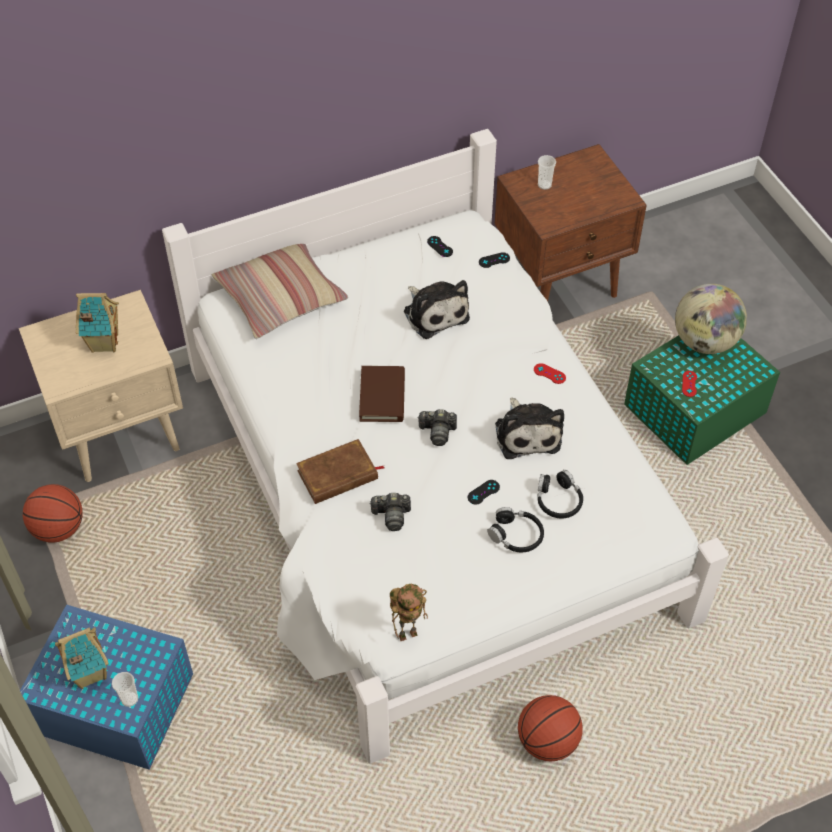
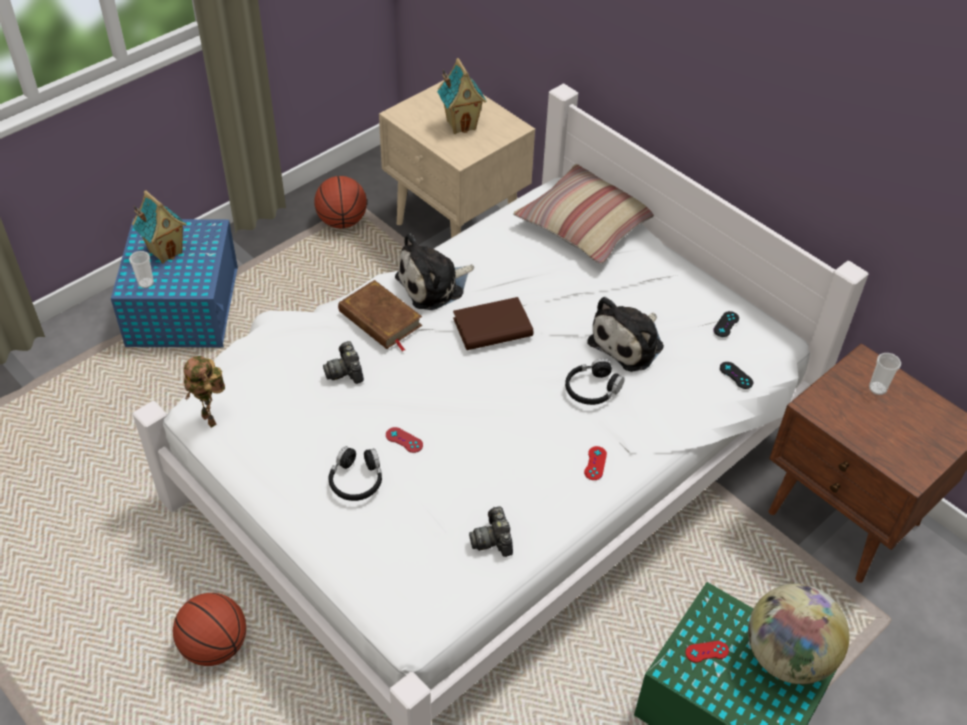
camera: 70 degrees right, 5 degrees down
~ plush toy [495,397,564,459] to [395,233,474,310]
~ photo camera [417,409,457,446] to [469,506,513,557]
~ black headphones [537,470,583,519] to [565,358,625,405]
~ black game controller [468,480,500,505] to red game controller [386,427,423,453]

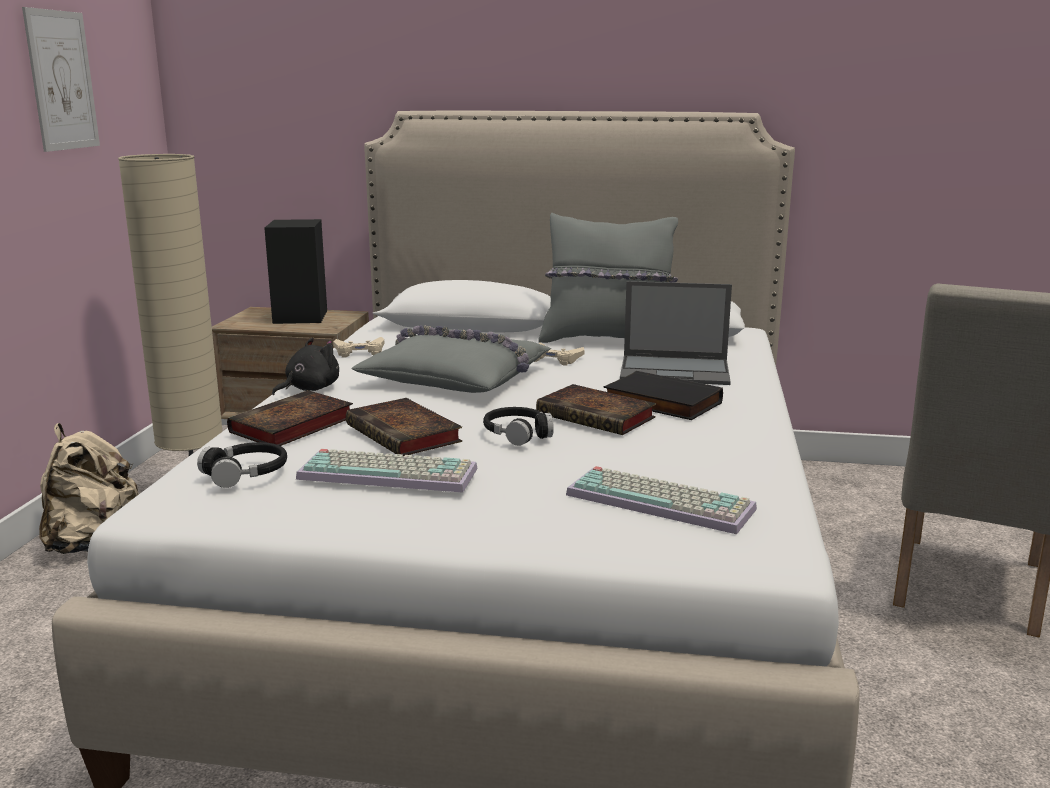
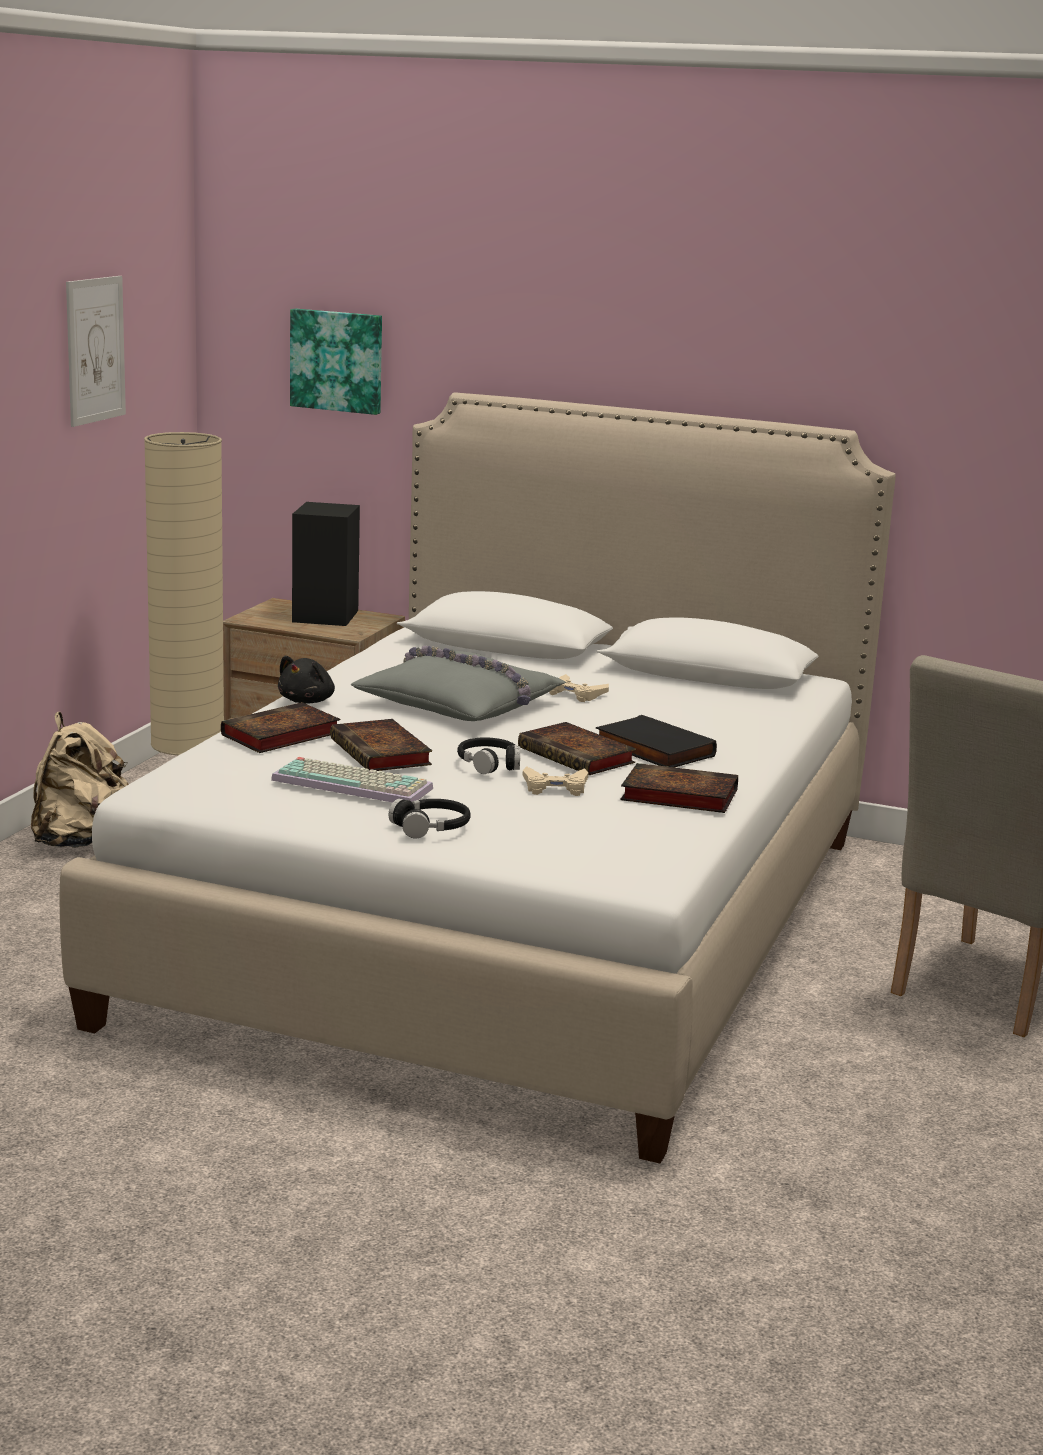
camera: 10 degrees right, 0 degrees up
- grey pillow [538,213,678,343]
- laptop [620,281,732,385]
~ beige game controller [333,337,384,358] to [523,766,588,796]
~ black plush toy [272,338,339,395] = [278,655,335,704] 150 degrees clockwise
~ black headphones [197,442,287,488] to [389,799,471,839]
- keyboard [566,466,757,534]
+ picture [290,309,382,415]
+ book [621,763,738,813]

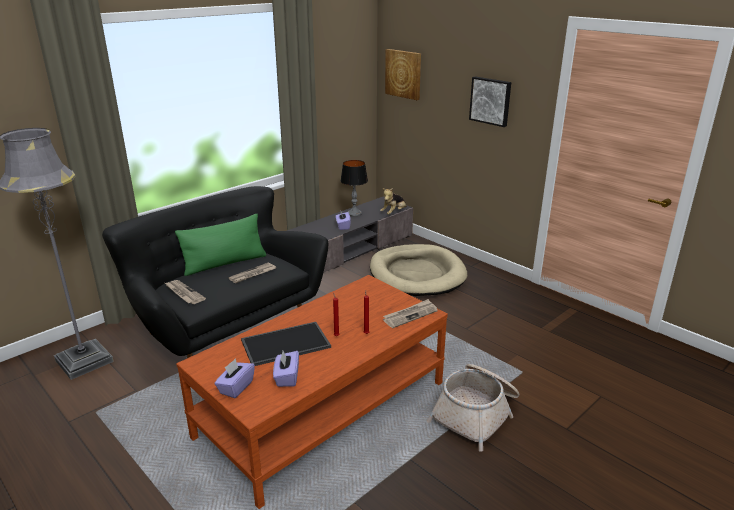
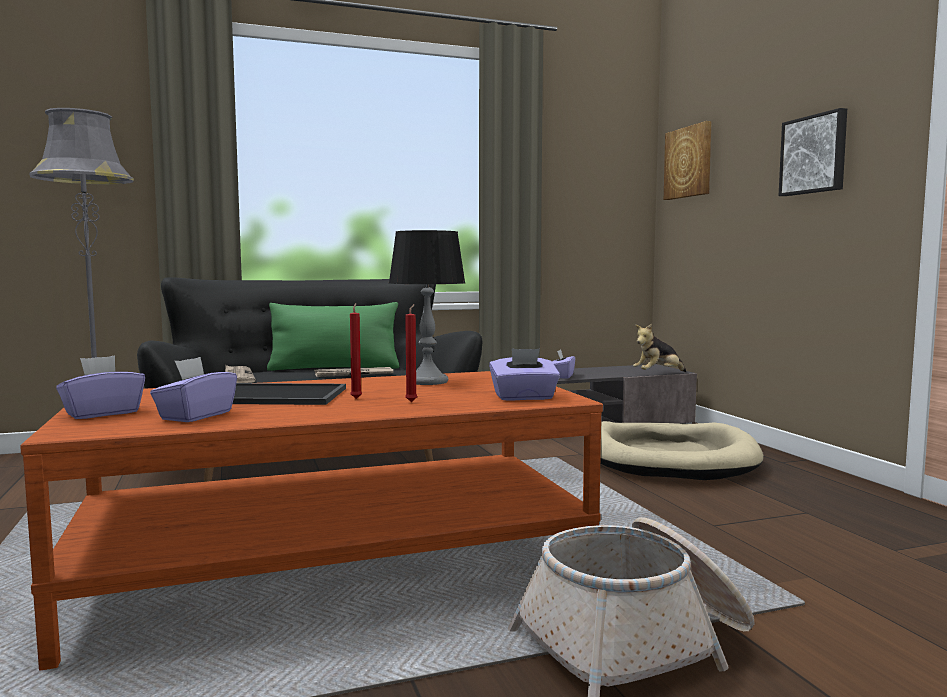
camera: 25 degrees right, 20 degrees down
~ table lamp [340,160,368,217] to [389,230,466,385]
~ newspaper [383,299,438,328] to purple tissue box [489,348,560,401]

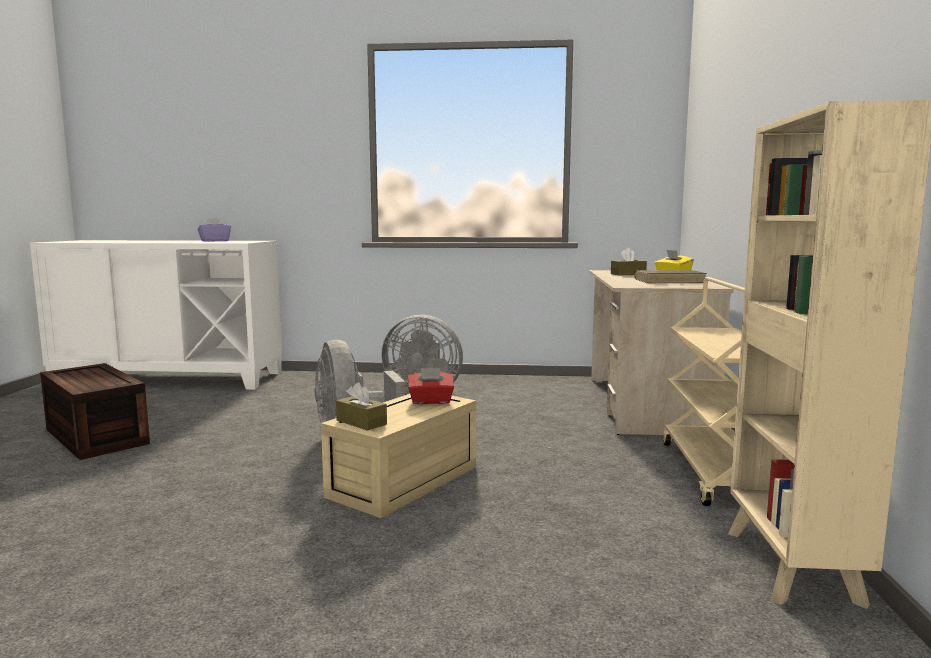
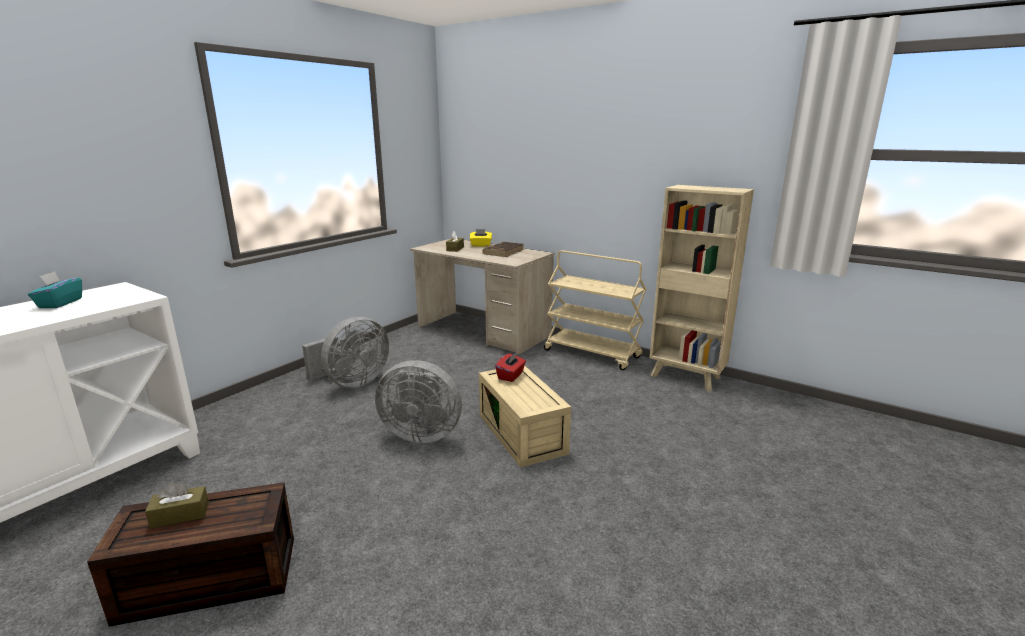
camera: 60 degrees left, 10 degrees up
~ purple tissue box [198,218,231,242] to turquoise tissue box [28,271,82,308]
~ brown tissue box [336,382,387,431] to [145,482,209,528]

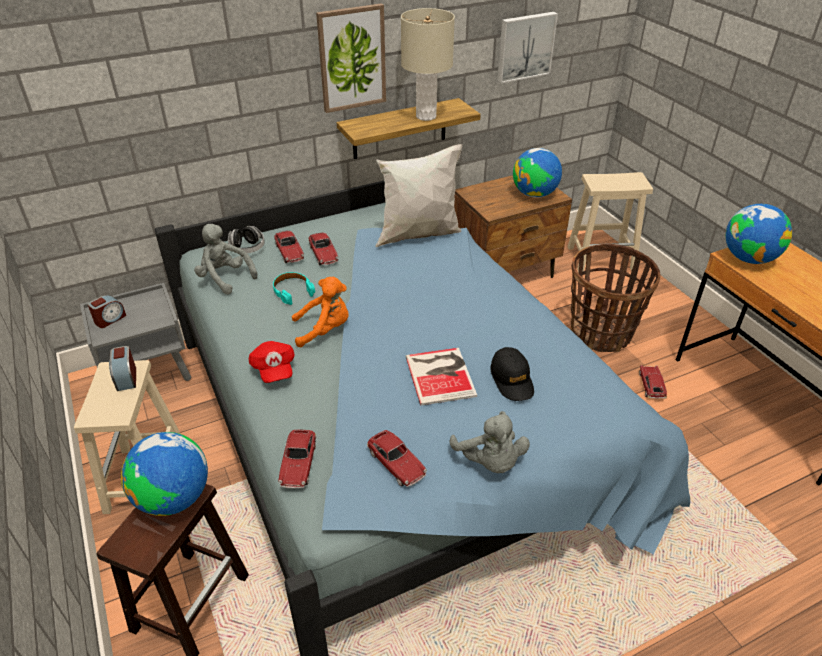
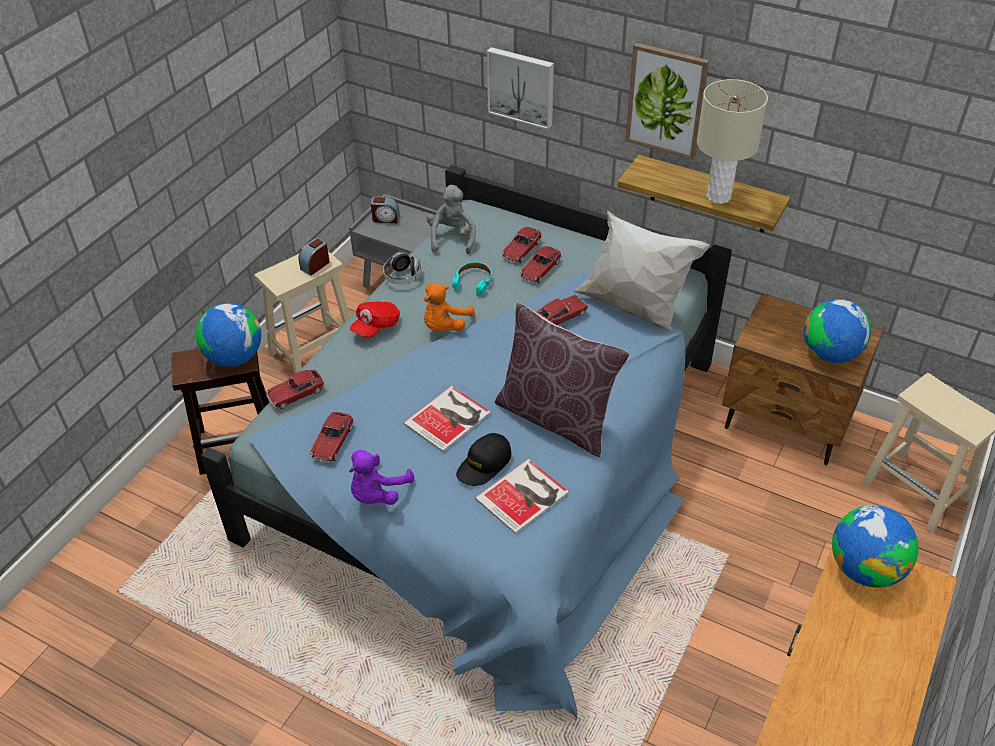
camera: 55 degrees right, 5 degrees up
~ picture [497,12,558,83] to [487,47,554,130]
~ headphones [228,226,265,253] to [383,252,421,284]
- basket [571,244,661,352]
~ orange plush toy [292,277,349,347] = [424,283,475,331] 75 degrees clockwise
~ toy car [639,365,667,399] to [537,295,588,325]
~ grey plush toy [449,411,530,473] to purple plush toy [349,450,414,505]
+ brown pillow [495,303,629,457]
+ book [475,459,569,534]

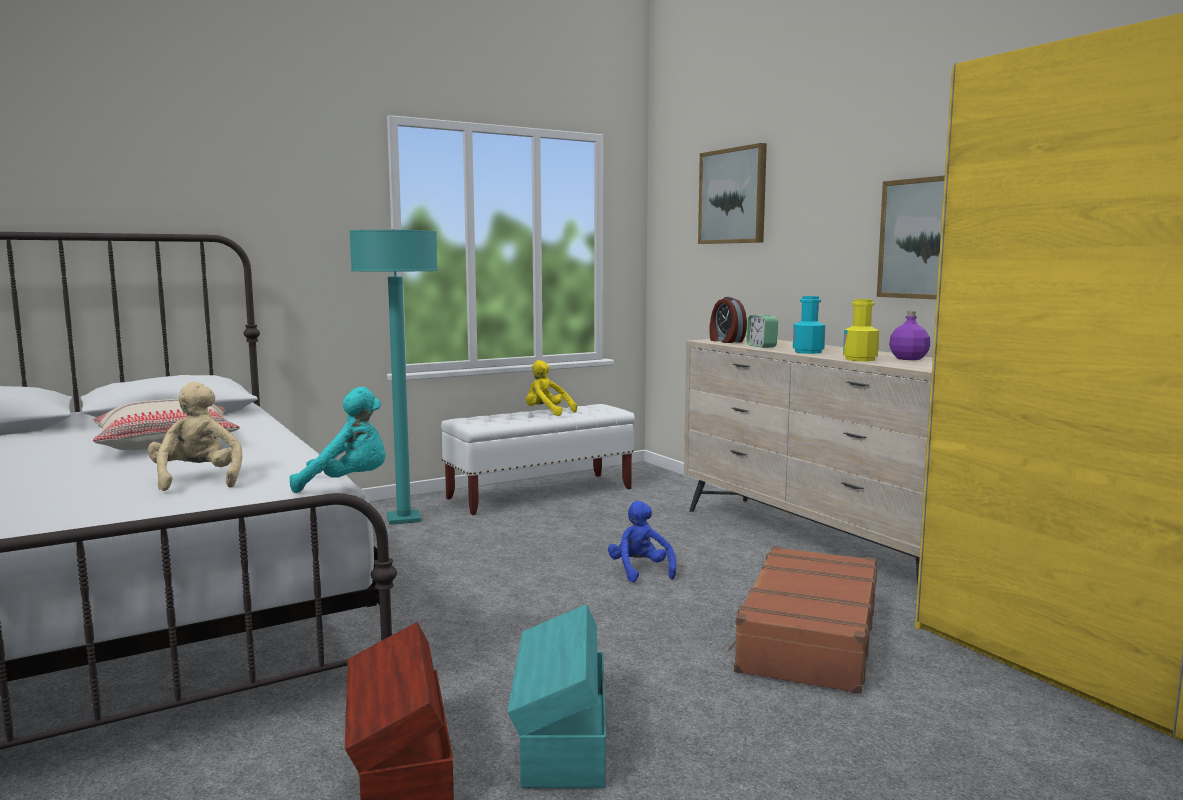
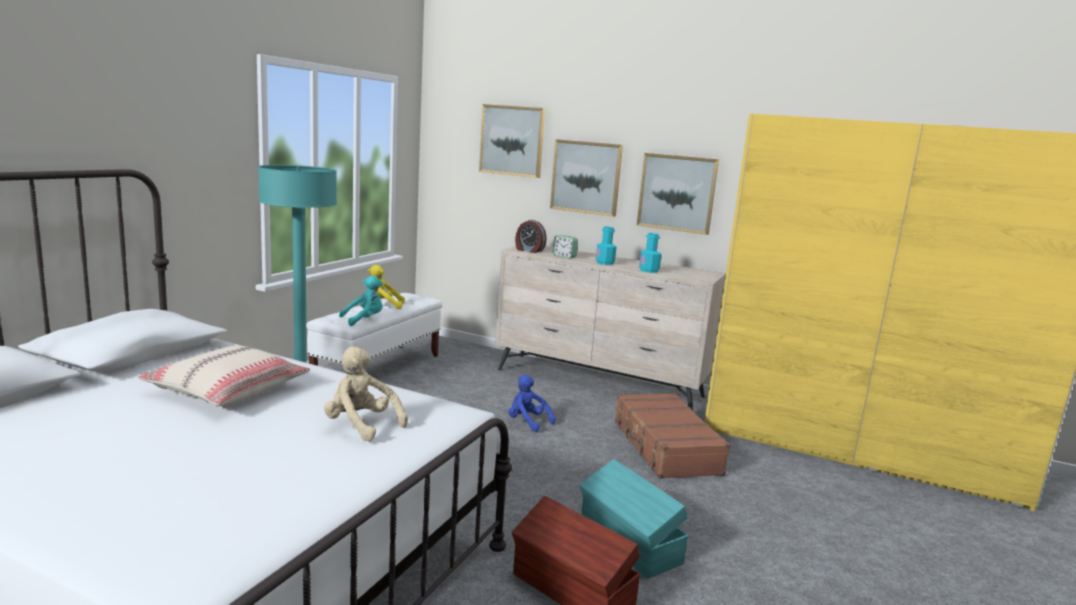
camera: 35 degrees left, 5 degrees up
~ yellow bottle [843,299,879,361] to turquoise bottle [639,233,662,273]
- purple bottle [889,311,930,360]
~ turquoise plush toy [290,387,386,493] to [339,276,383,326]
+ picture [550,139,623,217]

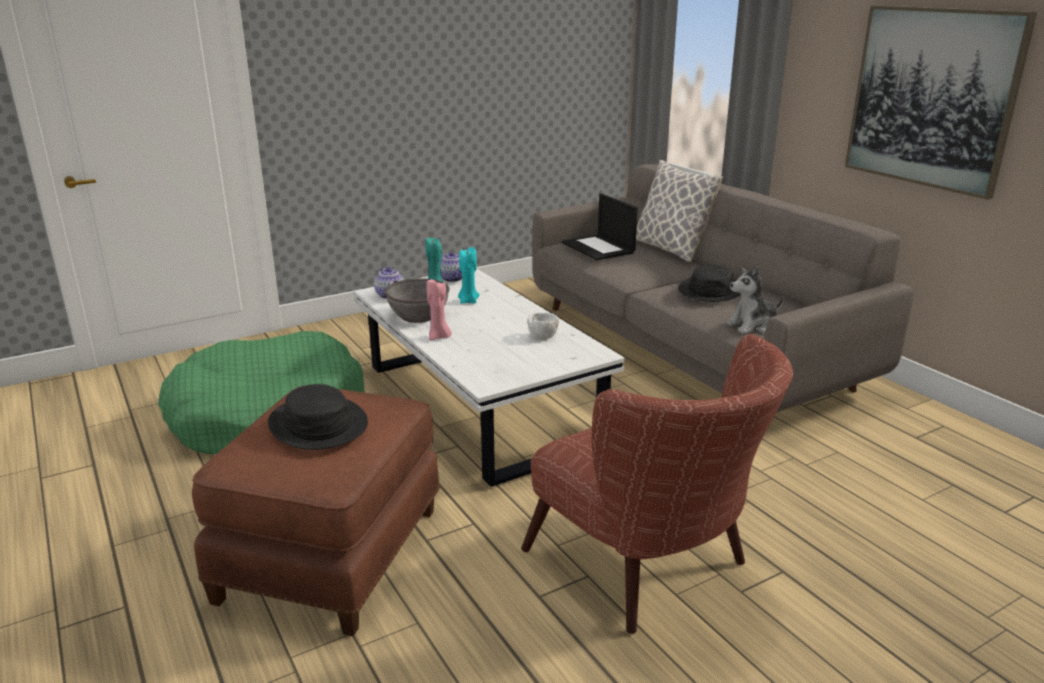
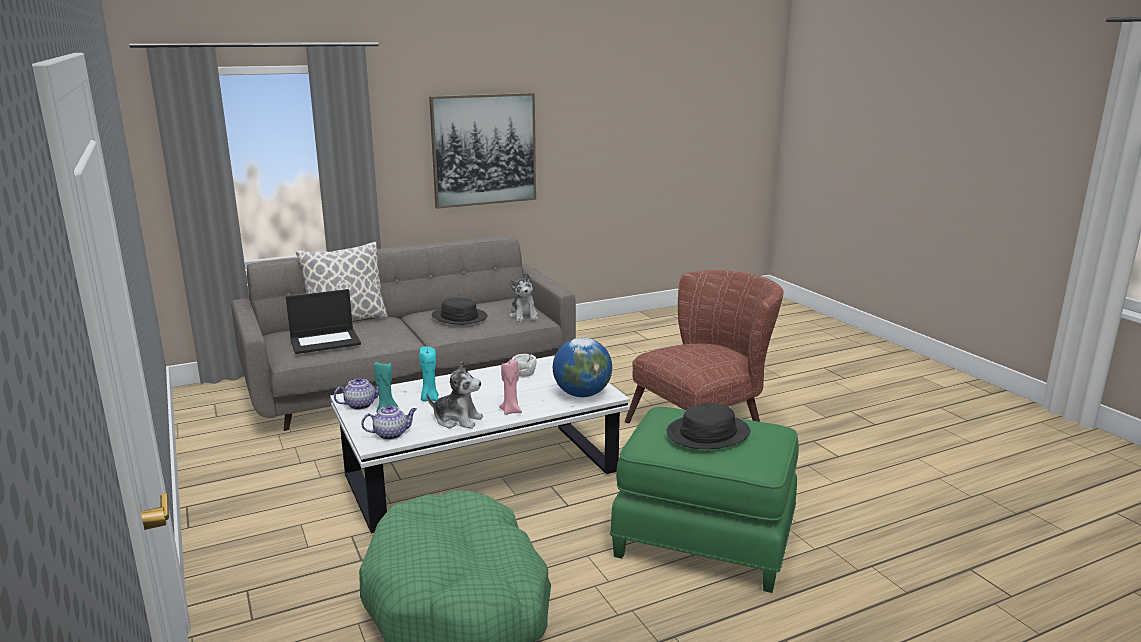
camera: 85 degrees left, 5 degrees down
~ grey bowl [385,278,450,323] to plush toy [427,361,483,429]
~ brown ottoman [192,386,440,636] to green ottoman [610,407,799,593]
+ globe [553,338,612,397]

